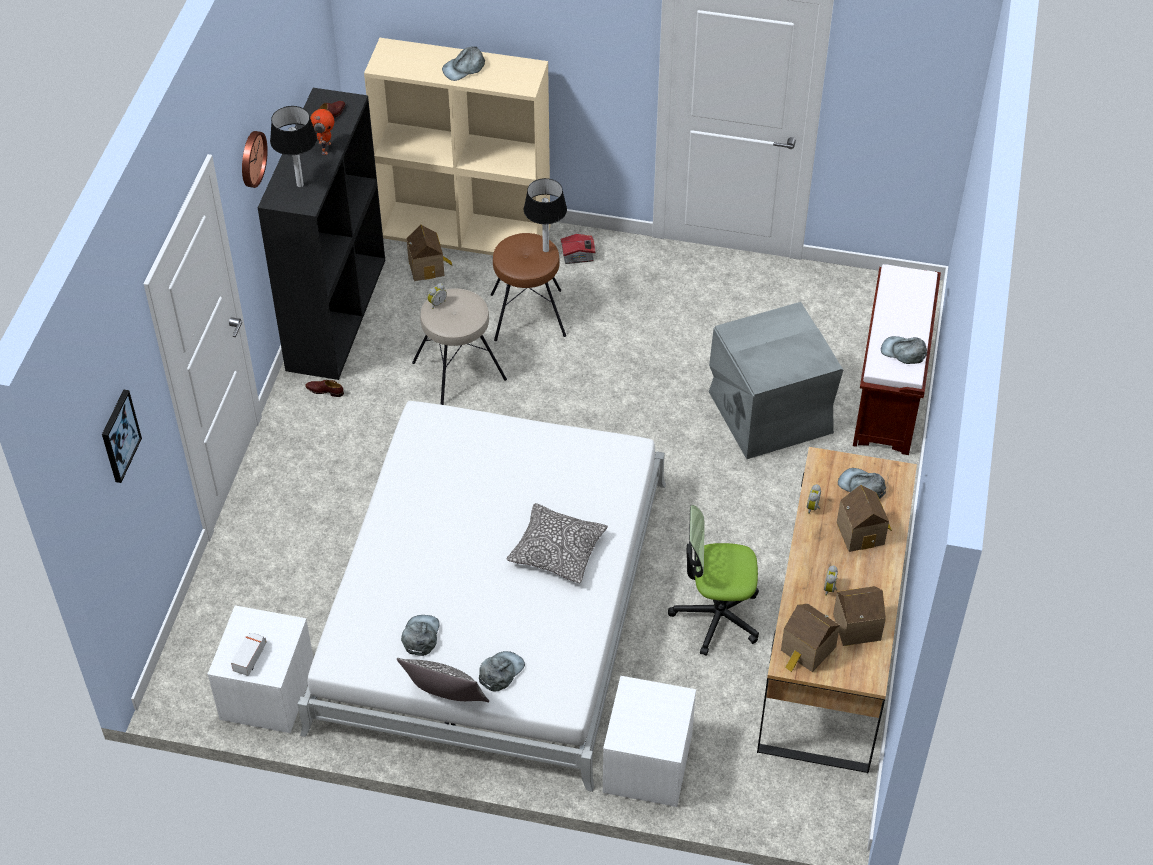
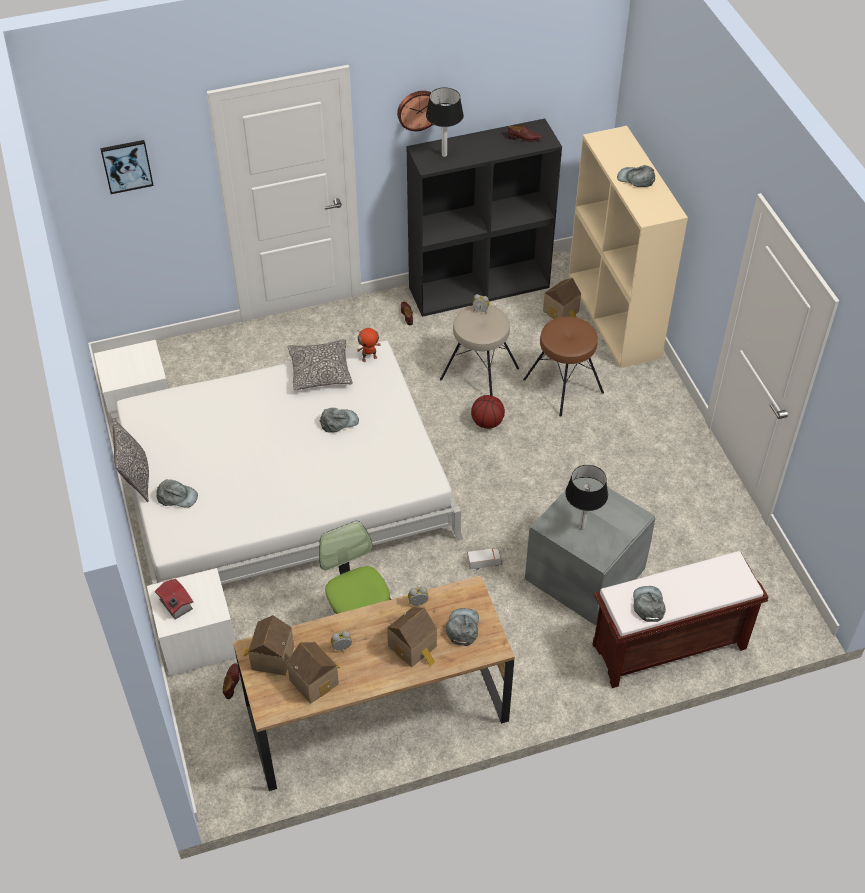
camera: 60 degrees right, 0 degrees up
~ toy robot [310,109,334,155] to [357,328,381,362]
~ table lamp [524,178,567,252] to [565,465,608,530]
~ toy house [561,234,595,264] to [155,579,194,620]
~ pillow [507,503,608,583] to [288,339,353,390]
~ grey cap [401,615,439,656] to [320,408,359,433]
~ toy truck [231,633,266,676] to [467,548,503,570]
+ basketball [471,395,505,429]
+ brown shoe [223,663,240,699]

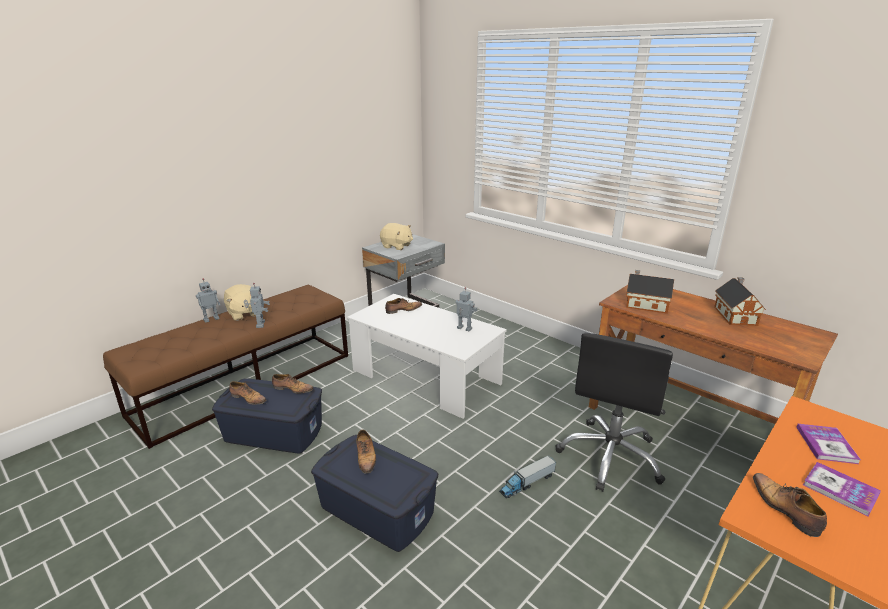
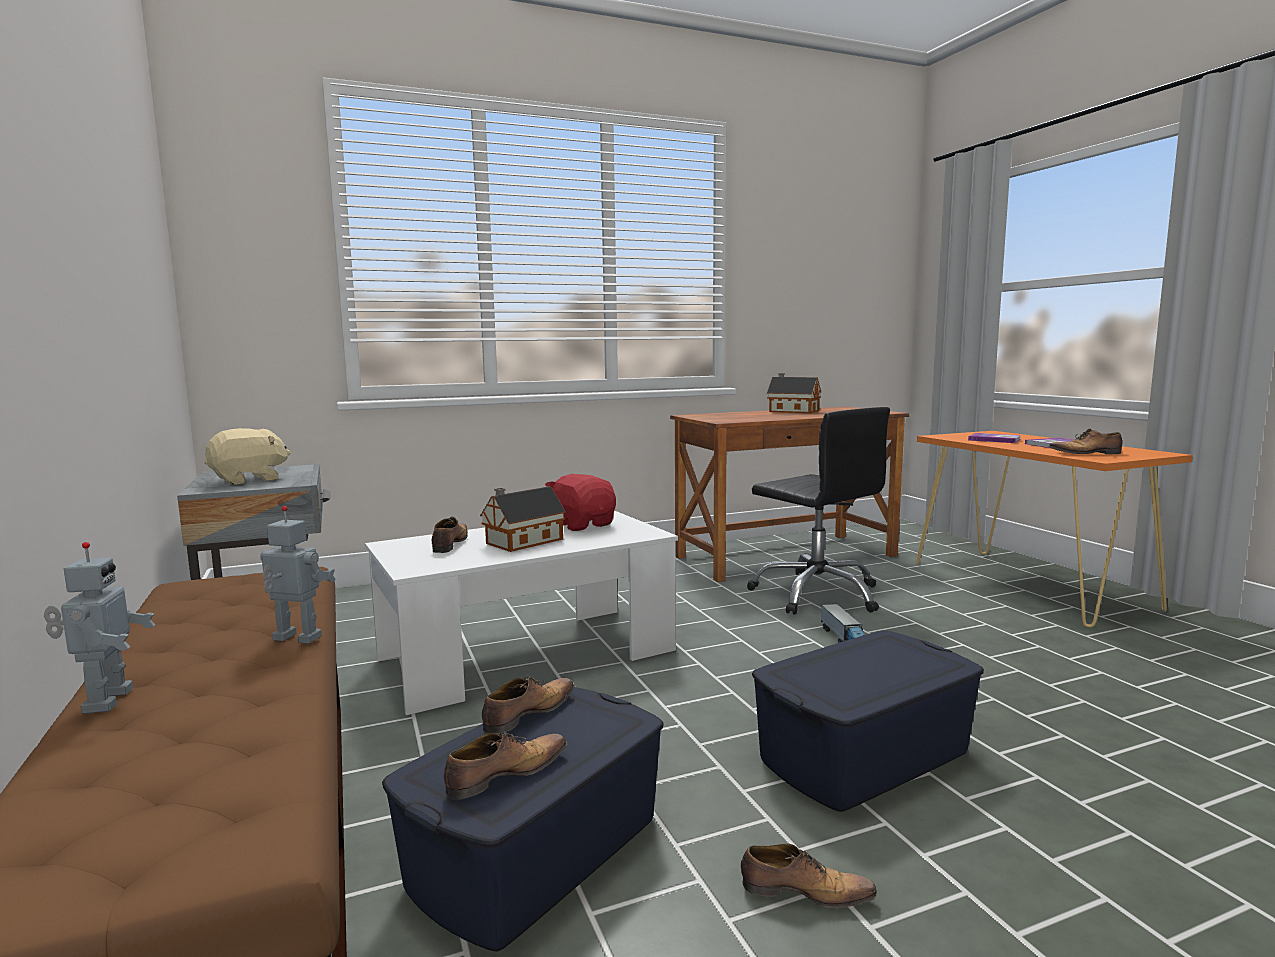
camera: 65 degrees left, 15 degrees down
~ toy house [626,270,674,314] to [480,486,566,552]
- beige plush toy [224,284,256,321]
~ toy robot [456,288,477,331] to red plush toy [545,474,616,531]
~ shoe [356,430,376,474] to [741,844,878,908]

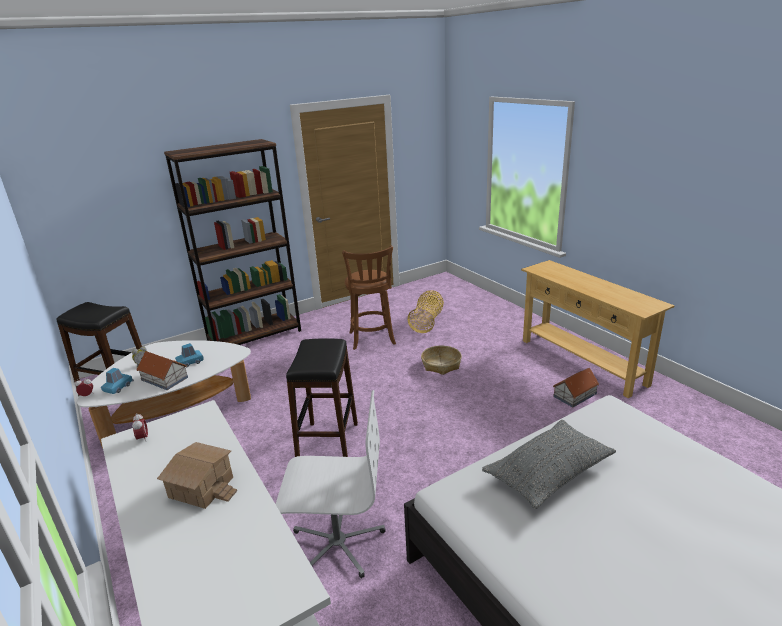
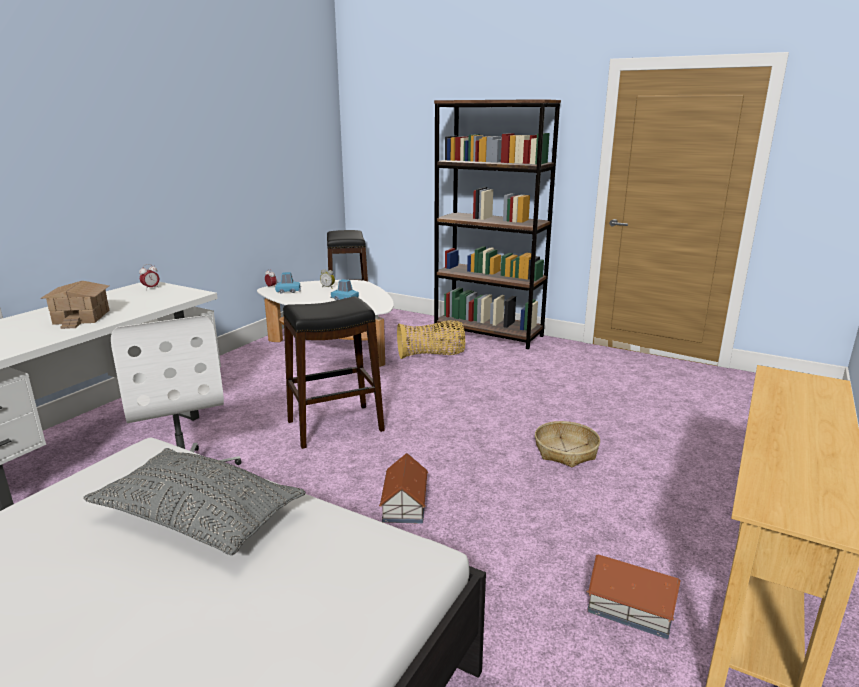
camera: 60 degrees right, 5 degrees down
- brown stool [342,245,396,350]
~ basket [407,290,444,333] to [397,320,465,359]
~ toy house [137,351,188,390] to [379,453,428,524]

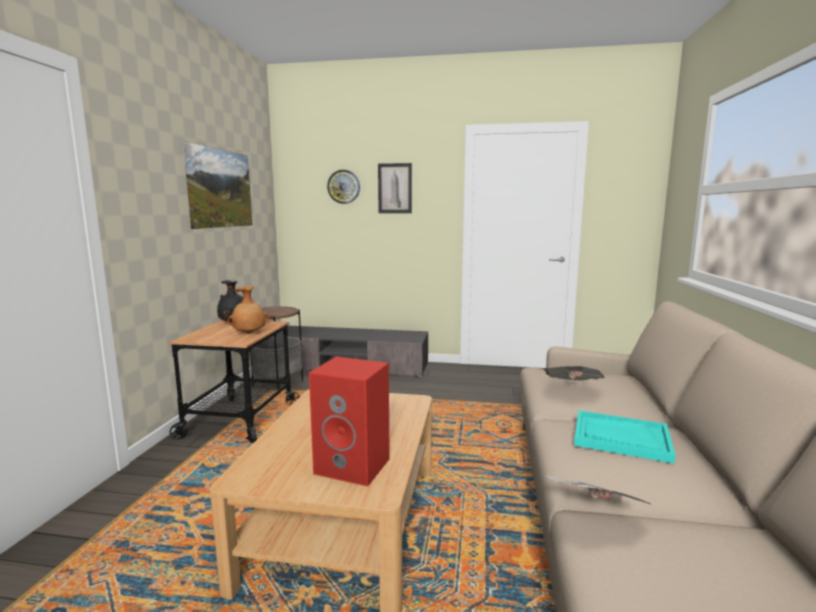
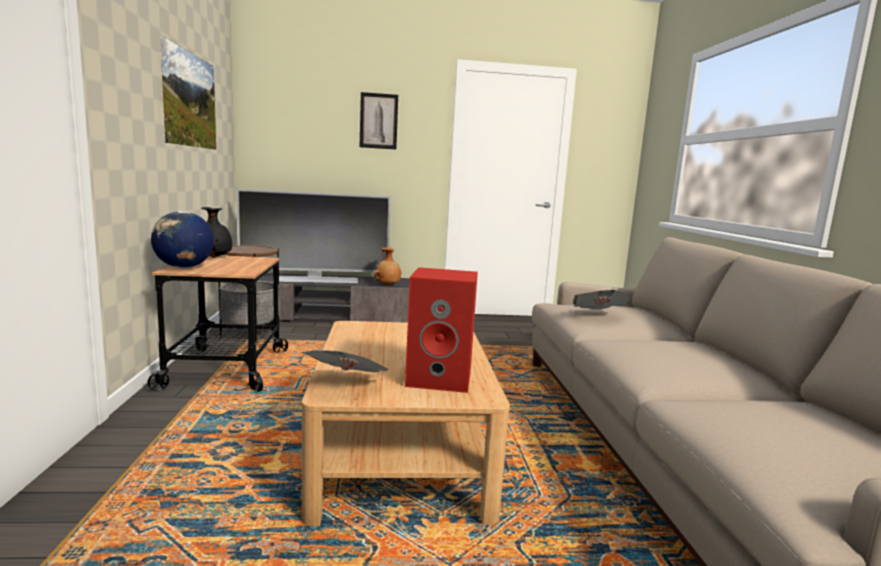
camera: 15 degrees left, 0 degrees up
- wall clock [327,170,360,204]
~ brown vase [227,286,269,333] to [374,247,402,285]
- turquoise tray [574,410,675,464]
~ newspaper [546,475,650,504] to [301,350,388,372]
+ television [236,188,391,284]
+ globe [151,211,214,268]

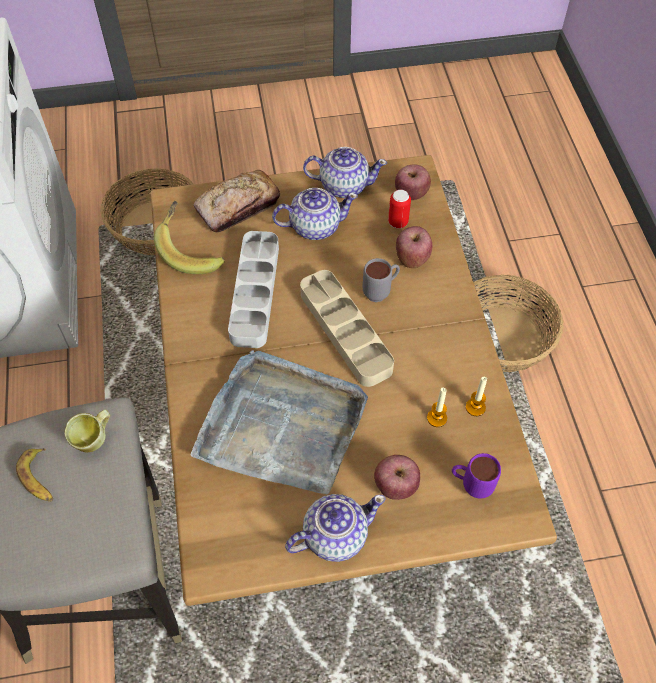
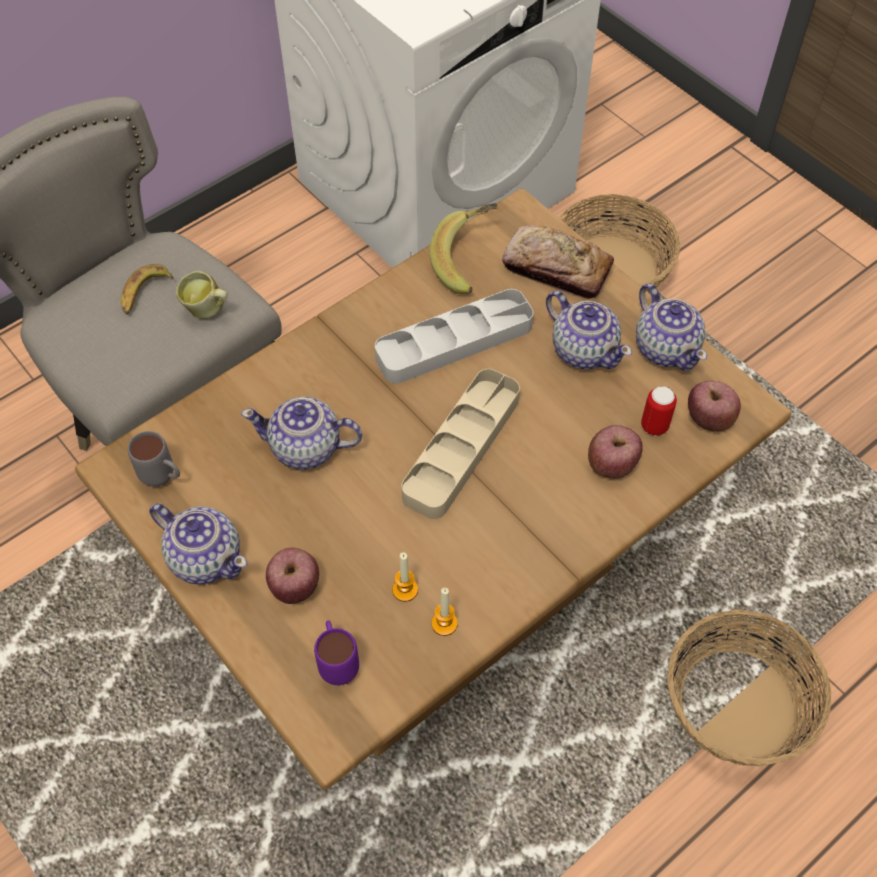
camera: 60 degrees right, 0 degrees up
~ grey mug [363,258,400,302] to [128,431,180,487]
~ grey tray [191,350,368,494] to teapot [241,397,362,469]

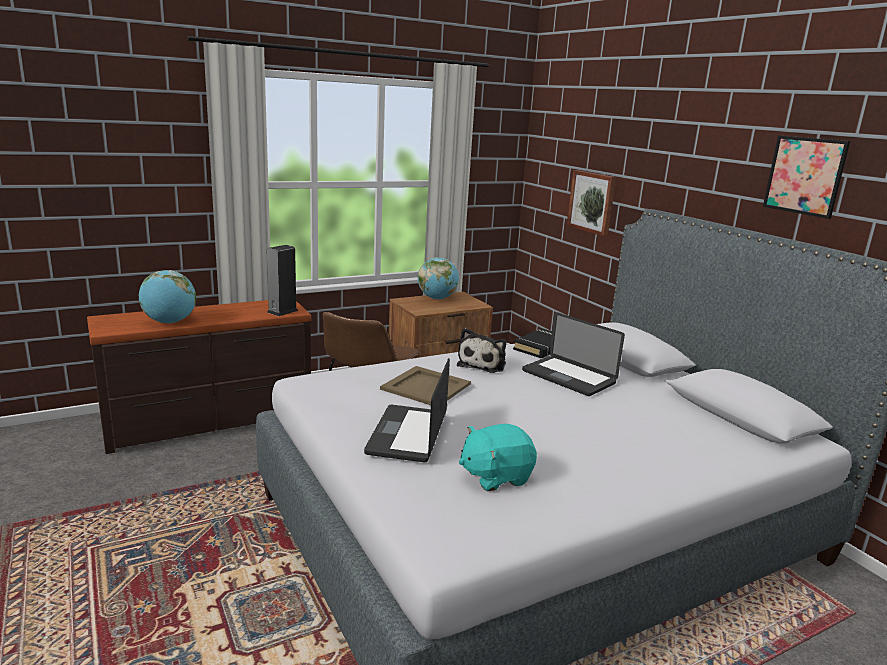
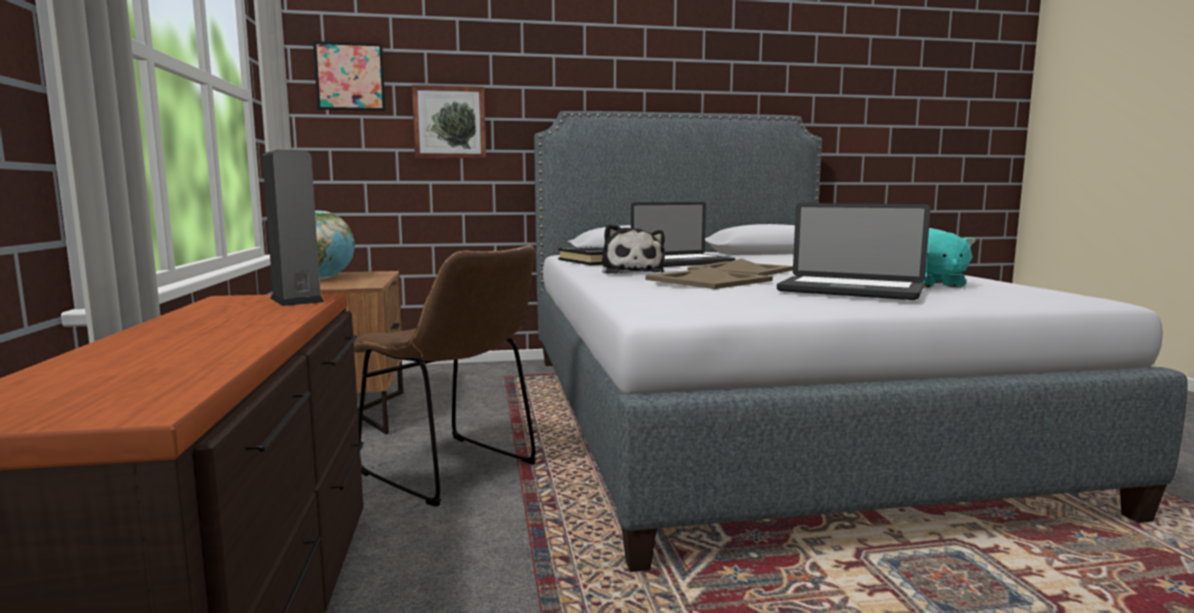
camera: 70 degrees left, 10 degrees down
~ picture [763,135,850,219] to [313,41,386,111]
- globe [139,270,196,323]
~ plush toy [457,328,506,373] = [602,224,665,274] 45 degrees clockwise
+ beige tray [688,259,793,276]

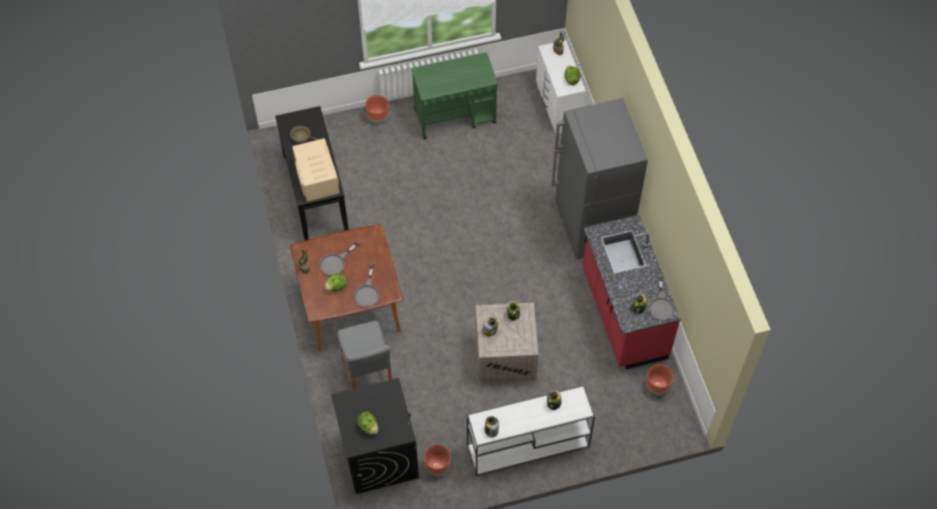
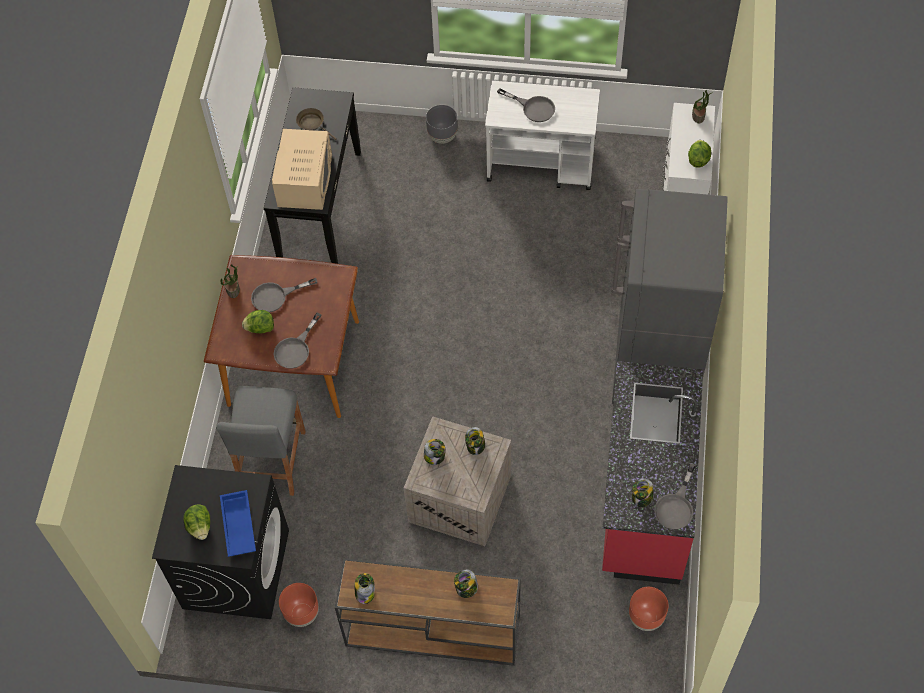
camera: 25 degrees right, 0 degrees up
~ green cart [412,52,498,139] to white cart [485,81,600,190]
~ brown planter [365,95,389,123] to grey planter [426,105,457,144]
~ white console table [467,385,595,476] to brown console table [335,558,521,666]
+ grey frying pan [497,88,555,122]
+ blue tray [220,490,256,557]

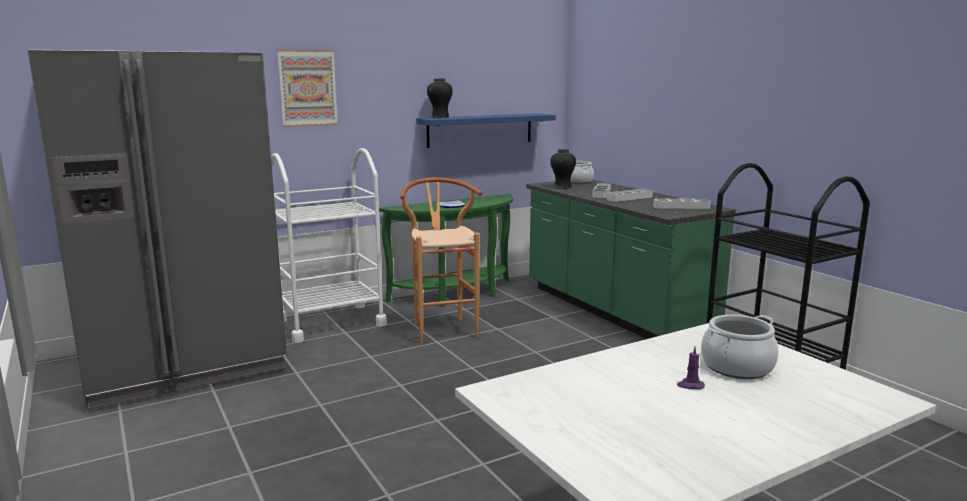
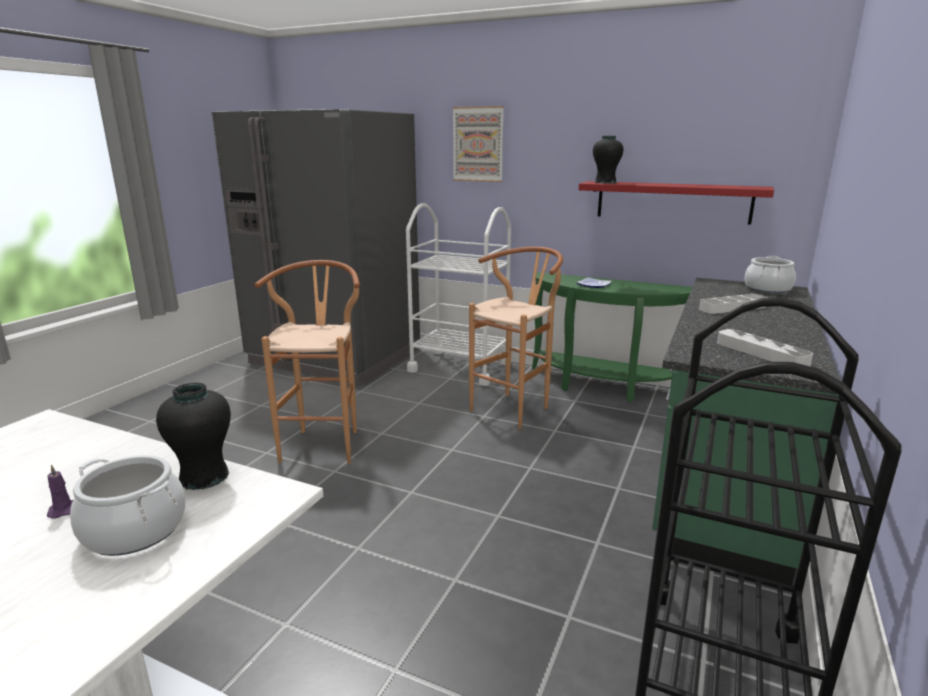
camera: 55 degrees right, 5 degrees up
~ blue shelf [416,113,556,148] to red shelf [579,181,774,225]
~ black vase [550,149,576,189] to [156,383,231,490]
- grey tray [607,189,653,202]
+ brown stool [255,260,360,464]

